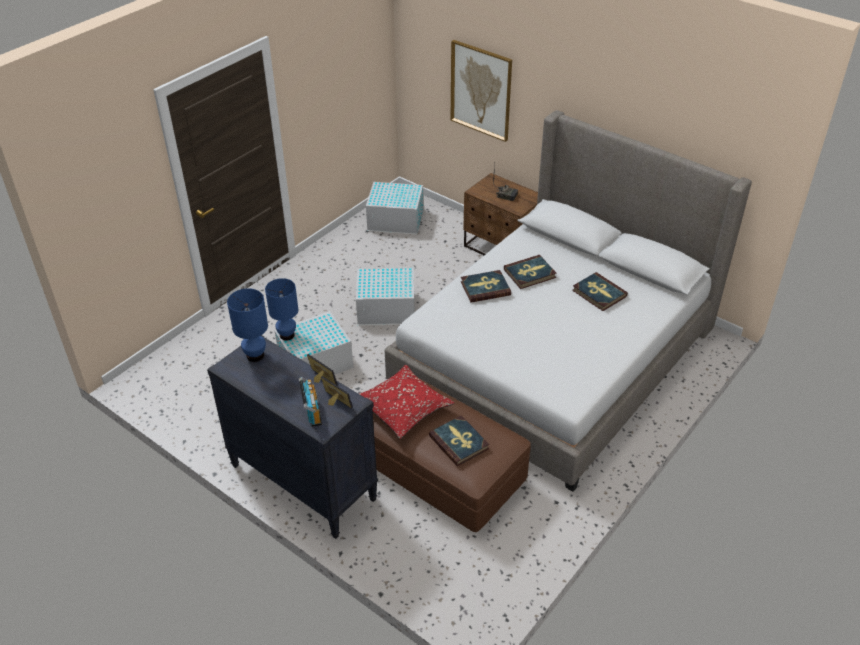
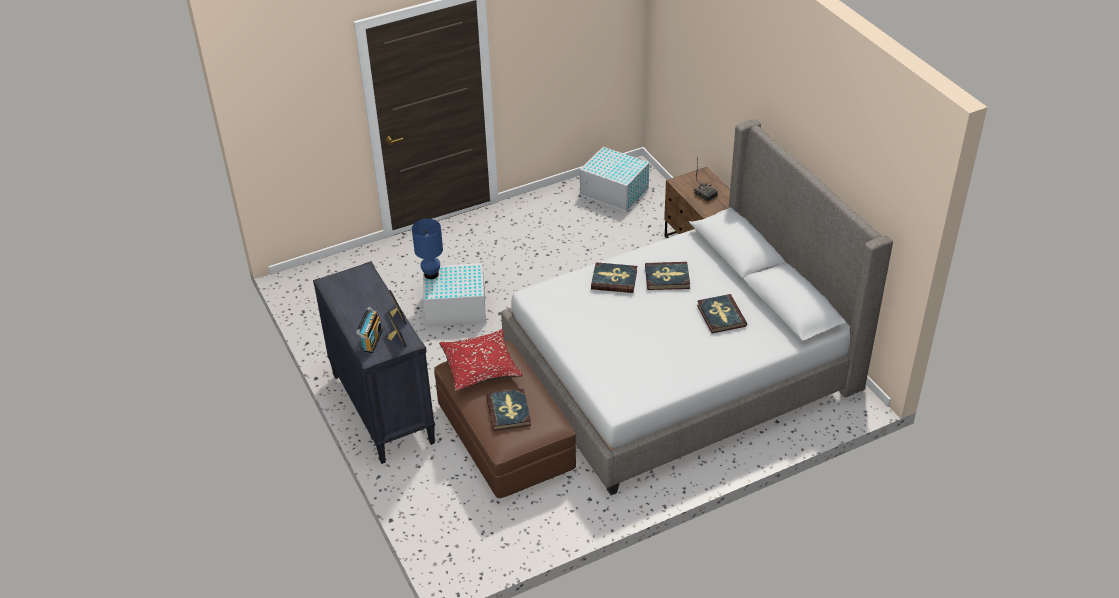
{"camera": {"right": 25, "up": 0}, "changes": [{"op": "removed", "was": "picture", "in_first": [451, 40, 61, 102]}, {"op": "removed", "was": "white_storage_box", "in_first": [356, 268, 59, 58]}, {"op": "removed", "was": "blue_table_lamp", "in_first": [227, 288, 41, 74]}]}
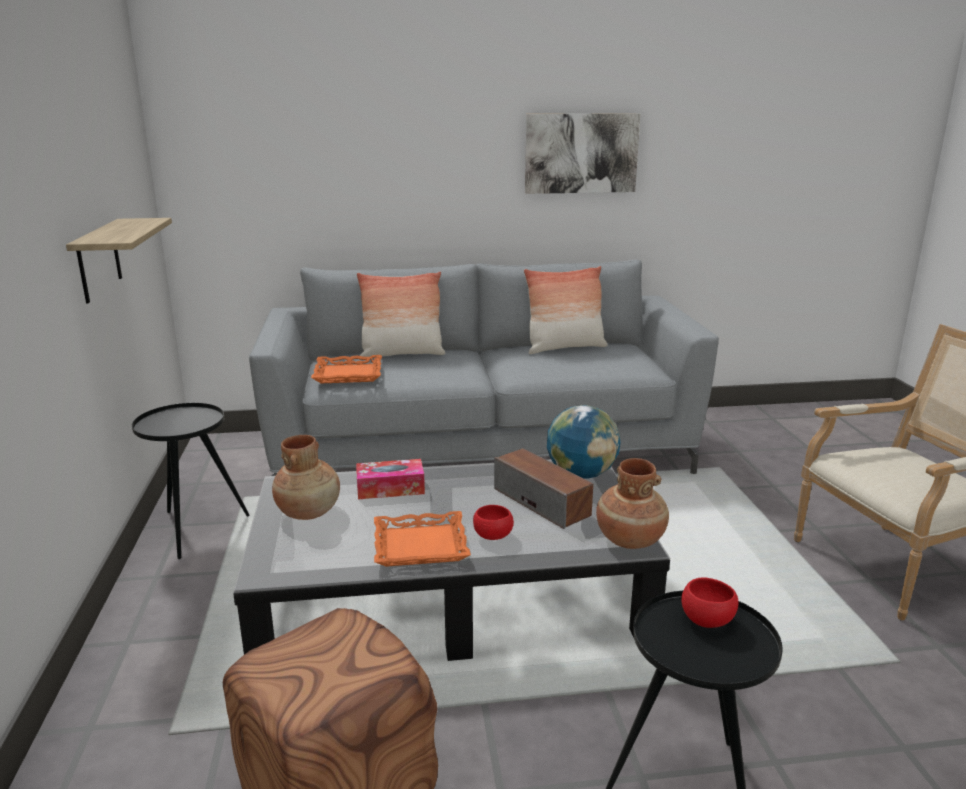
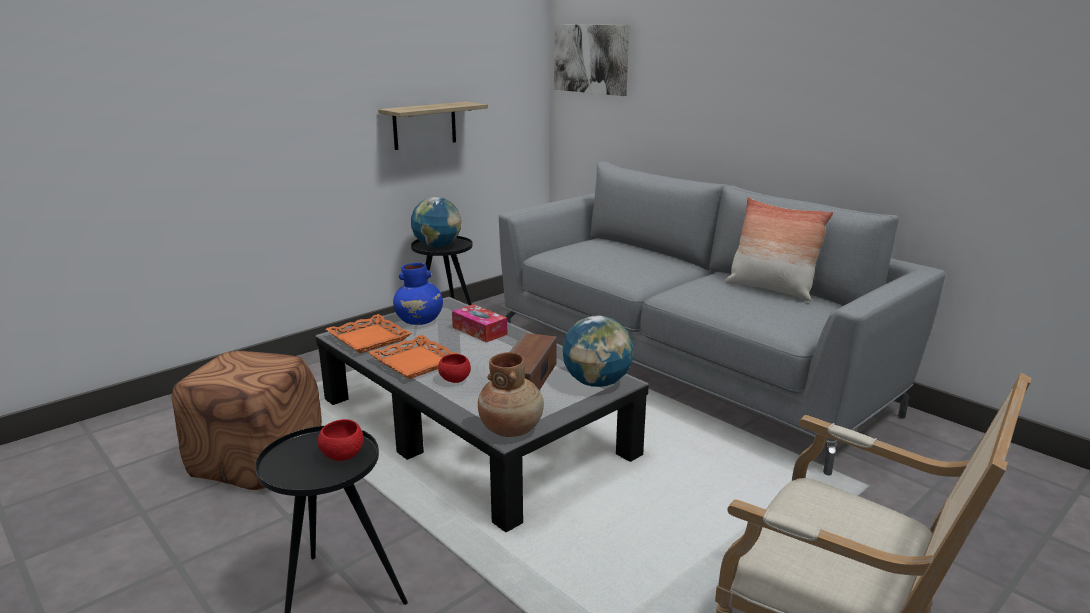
{"camera": {"right": 55, "up": 0}, "changes": [{"op": "moved", "was": "picture", "in_first": [525, 113, 116, 81], "in_second": [554, 24, 75, 72]}, {"op": "removed", "was": "pillow", "in_first": [357, 272, 88, 88]}, {"op": "moved", "was": "orange_tray", "in_first": [311, 355, 71, 28], "in_second": [326, 314, 86, 39]}, {"op": "recoloured", "was": "brown_vase", "now": "blue_vase", "in_first": [272, 435, 68, 85], "in_second": [393, 263, 50, 62]}, {"op": "added", "now": "globe", "in_second": [411, 197, 50, 51]}]}
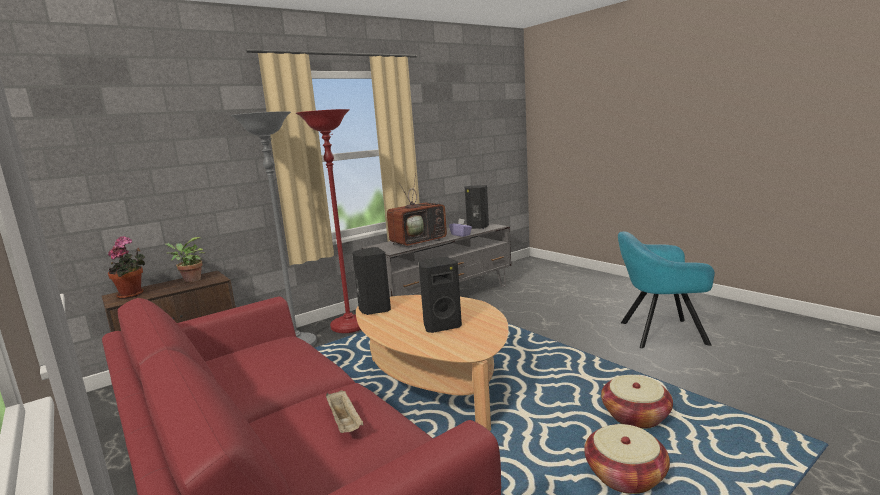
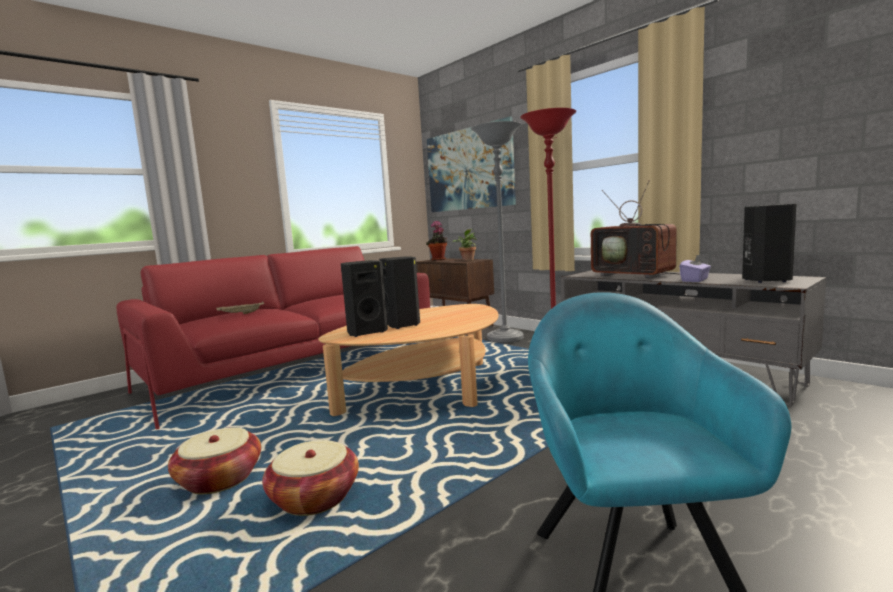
{"camera": {"right": 85, "up": -5}, "changes": [{"op": "moved", "was": "black_speaker", "in_first": [352, 247, 39, 68], "in_second": [341, 260, 47, 77]}, {"op": "added", "now": "picture", "in_second": [427, 116, 89, 96]}]}
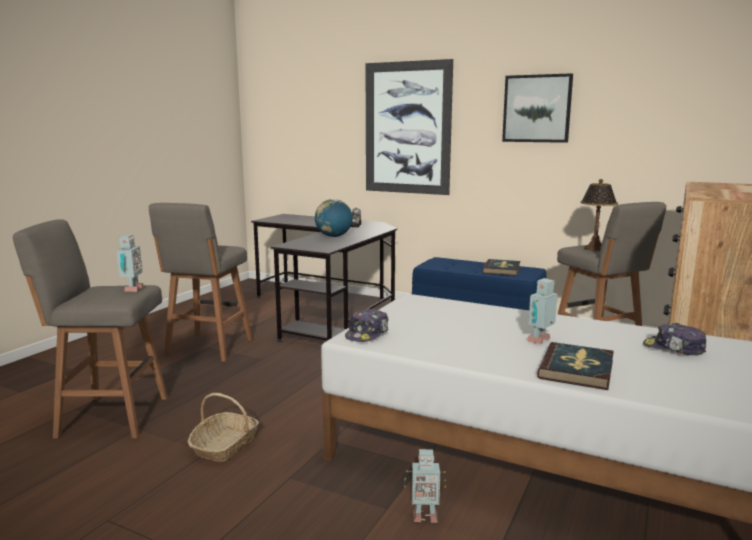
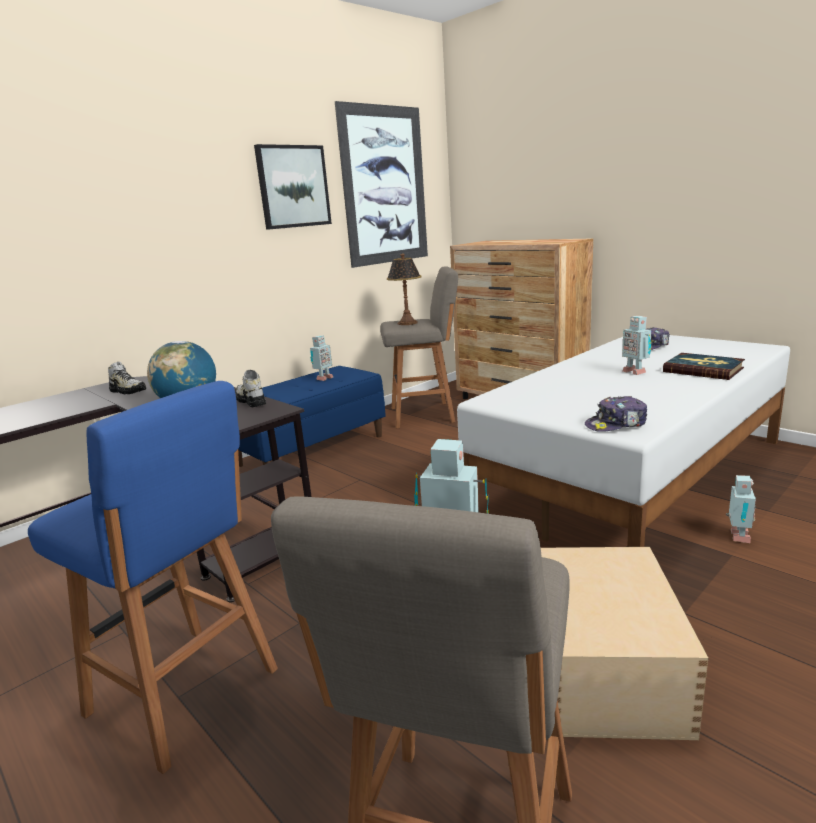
{"camera": {"right": -70, "up": 5}, "changes": [{"op": "moved", "was": "picture", "in_first": [366, 59, 87, 136], "in_second": [335, 101, 93, 167]}, {"op": "recoloured", "was": "grey_stool", "now": "blue_stool", "in_first": [149, 203, 104, 159], "in_second": [28, 381, 250, 393]}, {"op": "replaced", "was": "book", "now": "toy_robot", "in_first": [482, 259, 38, 17], "in_second": [310, 335, 23, 46]}, {"op": "turned", "was": "cap", "in_first": [345, 308, 43, 34], "in_second": [585, 396, 62, 36], "clockwise": 120}, {"op": "replaced", "was": "basket", "now": "beige_storage_box", "in_first": [188, 393, 71, 69], "in_second": [541, 547, 168, 193]}, {"op": "added", "now": "shoe", "in_second": [235, 370, 31, 37]}]}
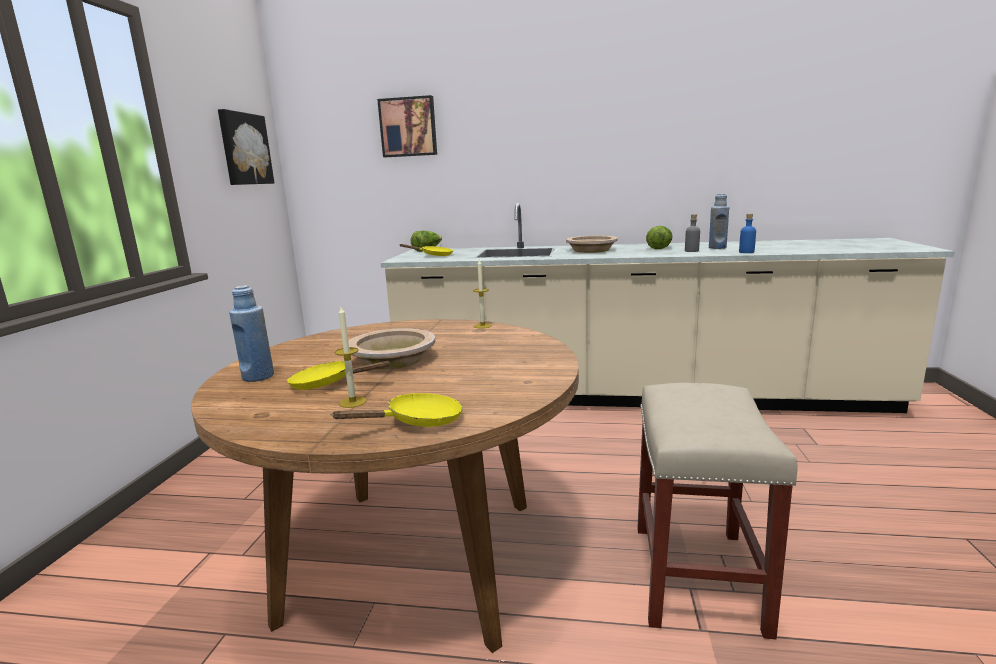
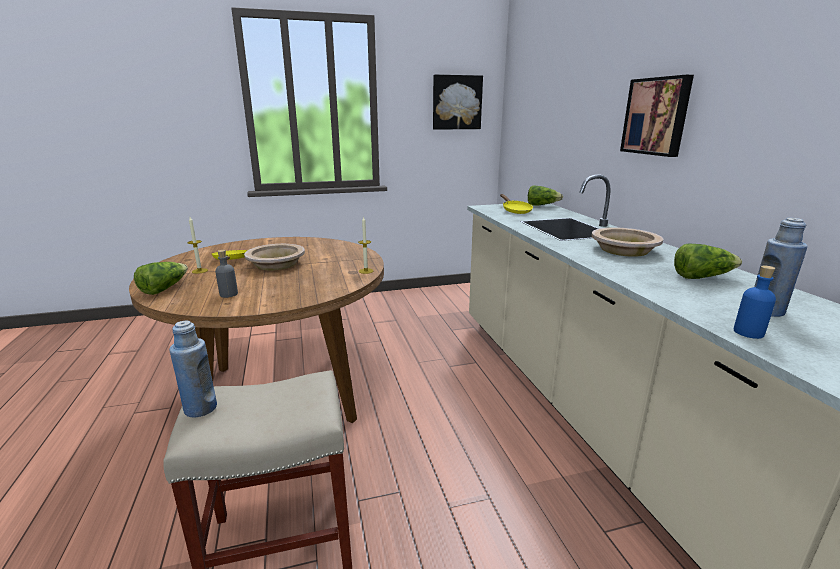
{"camera": {"right": 65, "up": 5}, "changes": [{"op": "moved", "was": "picture", "in_first": [377, 95, 60, 62], "in_second": [620, 75, 74, 82]}, {"op": "moved", "was": "grey_bottle", "in_first": [685, 214, 15, 38], "in_second": [215, 250, 23, 48]}, {"op": "moved", "was": "blue_bottle", "in_first": [229, 285, 45, 97], "in_second": [169, 321, 48, 96]}, {"op": "replaced", "was": "yellow_frying_pan", "now": "lettuce", "in_first": [330, 393, 133, 34], "in_second": [134, 262, 54, 33]}]}
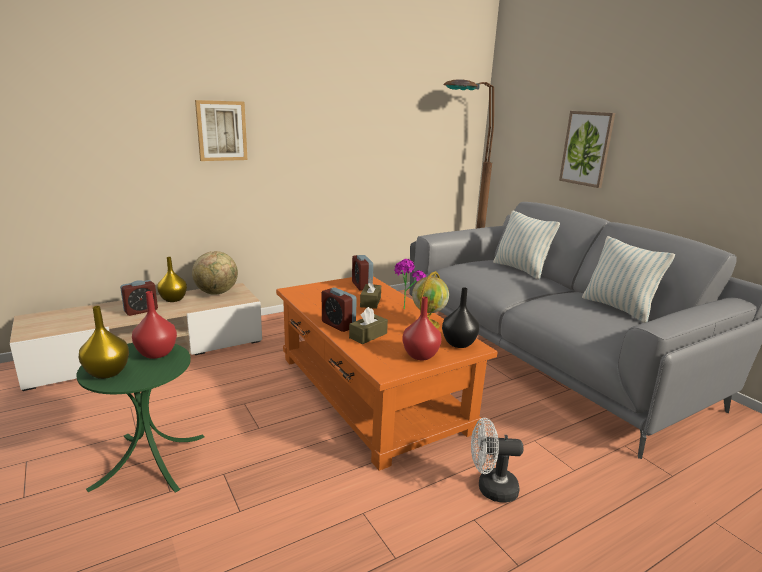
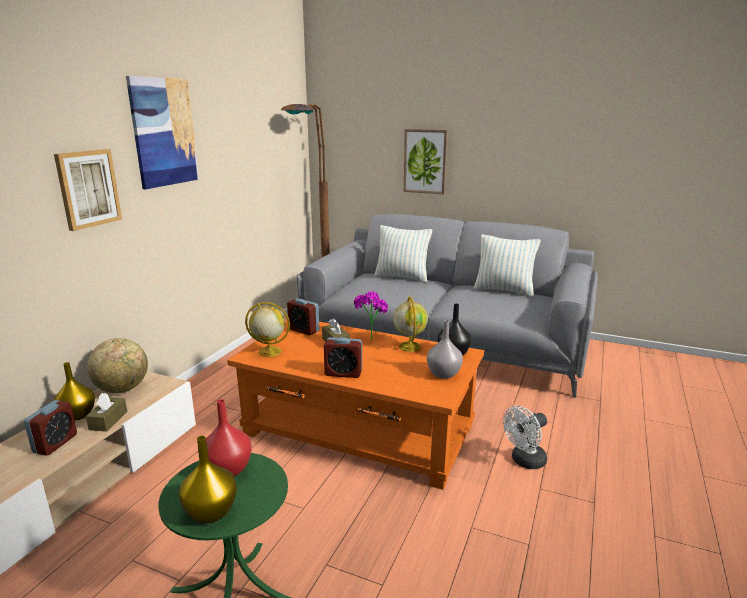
{"camera": {"right": -35, "up": 0}, "changes": [{"op": "recoloured", "was": "red_vase", "now": "grey_vase", "in_first": [402, 297, 39, 63], "in_second": [427, 320, 36, 59]}, {"op": "moved", "was": "brown_tissue_box", "in_first": [349, 307, 39, 37], "in_second": [86, 393, 41, 39]}, {"op": "added", "now": "picture", "in_second": [126, 76, 73, 113]}, {"op": "added", "now": "globe", "in_second": [245, 302, 45, 55]}]}
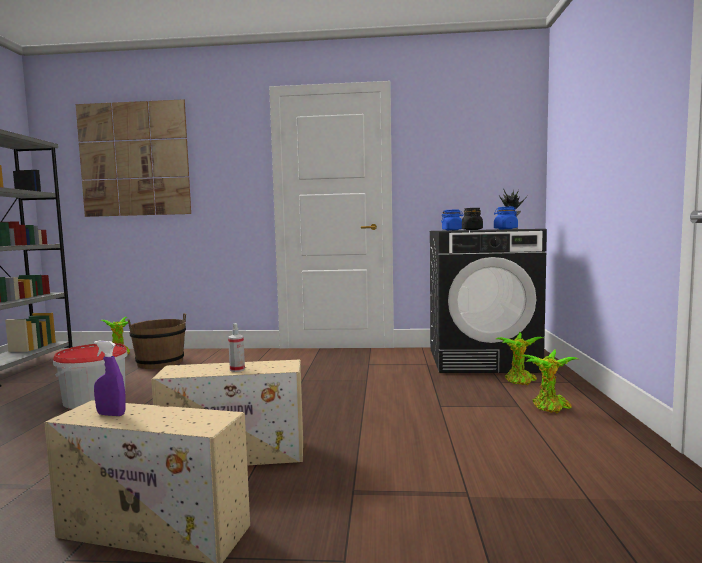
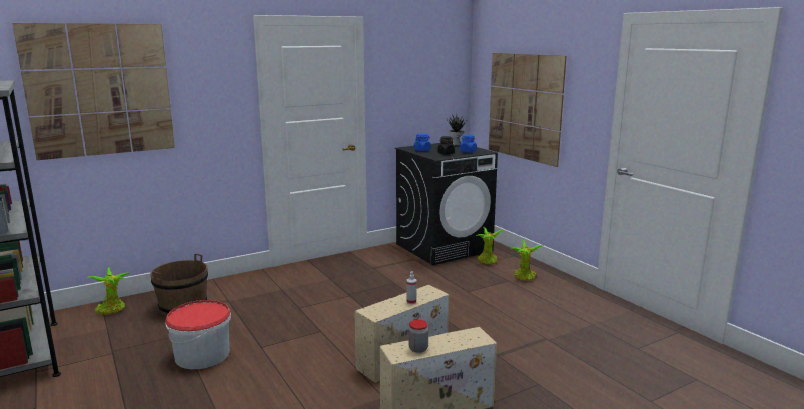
{"camera": {"right": -35, "up": 10}, "changes": [{"op": "replaced", "was": "purple_spray_bottle", "now": "jar", "in_first": [94, 341, 32, 75], "in_second": [408, 320, 20, 33]}, {"op": "added", "now": "picture", "in_second": [489, 53, 78, 114]}]}
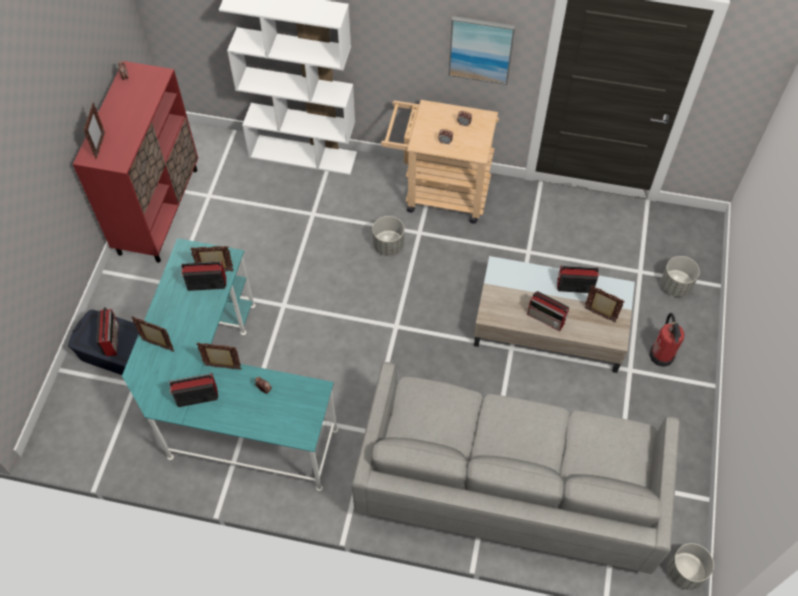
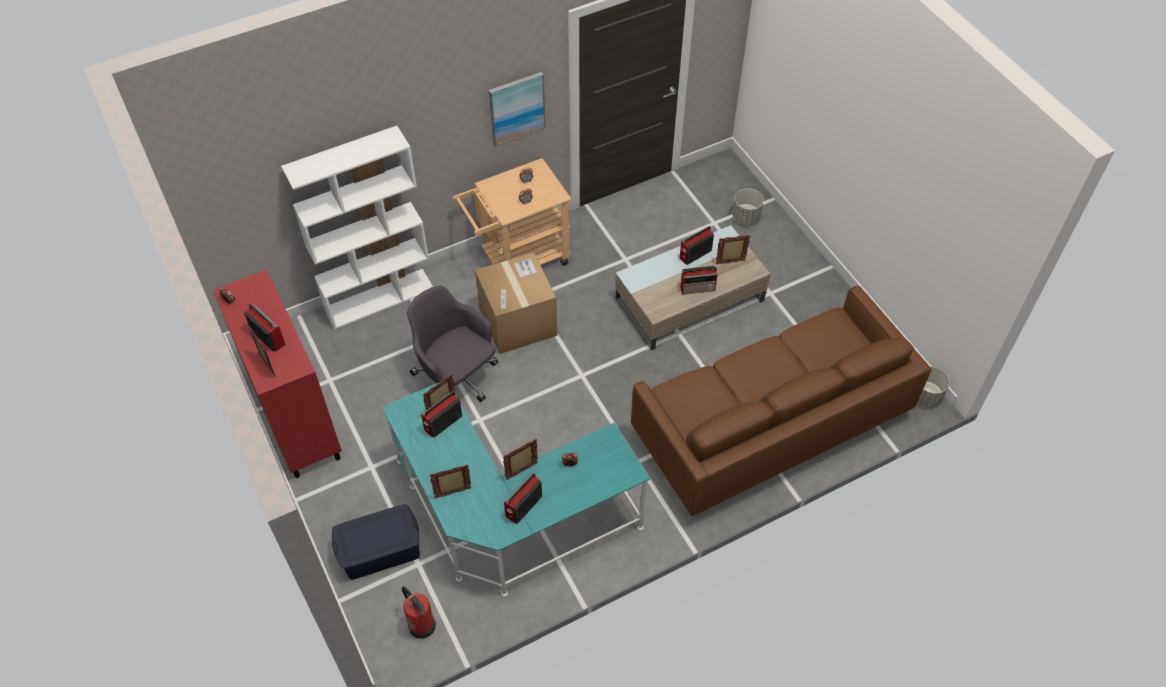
{"camera": {"right": -40, "up": -5}, "changes": [{"op": "replaced", "was": "grey_planter", "now": "cardboard_box", "in_first": [372, 216, 32, 40], "in_second": [475, 252, 83, 102]}, {"op": "moved", "was": "radio", "in_first": [96, 307, 23, 49], "in_second": [244, 304, 42, 48]}, {"op": "moved", "was": "fire_extinguisher", "in_first": [649, 313, 36, 54], "in_second": [402, 586, 34, 53]}, {"op": "recoloured", "was": "grey_sofa", "now": "brown_sofa", "in_first": [352, 362, 328, 212], "in_second": [631, 286, 301, 230]}, {"op": "added", "now": "grey_office_chair", "in_second": [407, 286, 91, 116]}]}
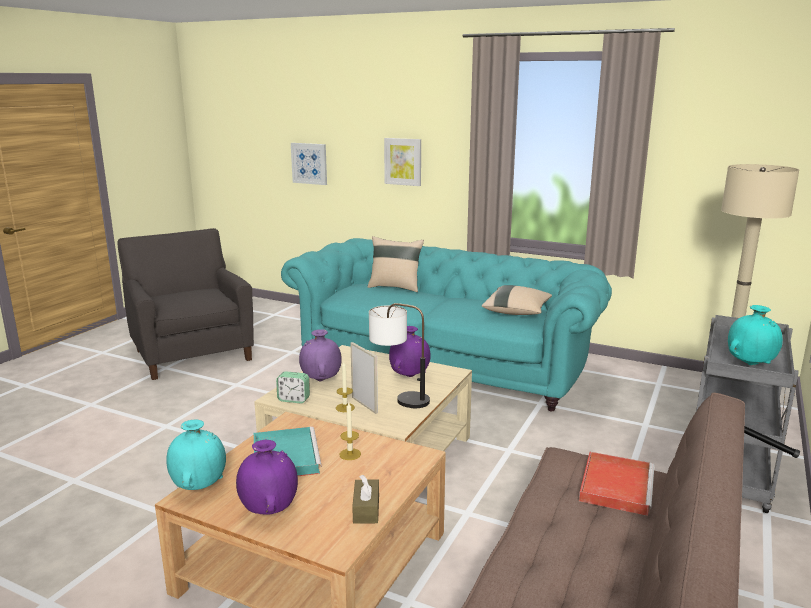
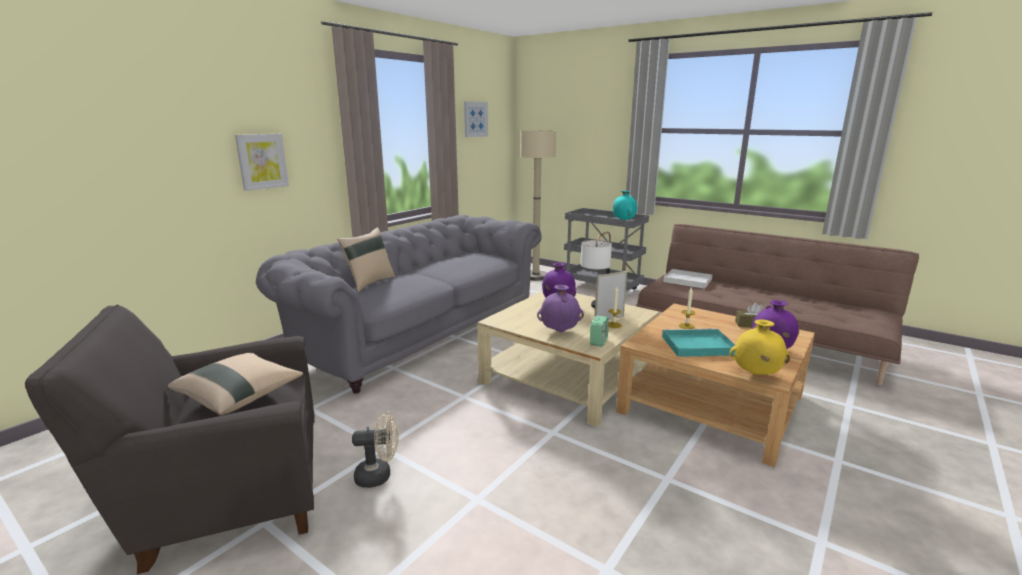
{"camera": {"right": -80, "up": 0}, "changes": [{"op": "moved", "was": "picture", "in_first": [291, 143, 36, 42], "in_second": [464, 101, 24, 36]}, {"op": "recoloured", "was": "turquoise_sofa", "now": "grey_sofa", "in_first": [281, 238, 331, 174], "in_second": [256, 215, 286, 179]}, {"op": "moved", "was": "beige_pillow", "in_first": [482, 285, 70, 30], "in_second": [168, 353, 135, 62]}, {"op": "recoloured", "was": "turquoise_vase", "now": "yellow_vase", "in_first": [166, 420, 60, 70], "in_second": [730, 319, 60, 56]}, {"op": "recoloured", "was": "red_tray", "now": "white_tray", "in_first": [579, 452, 75, 64], "in_second": [663, 269, 49, 20]}, {"op": "added", "now": "beige_fan", "in_second": [352, 412, 47, 76]}]}
